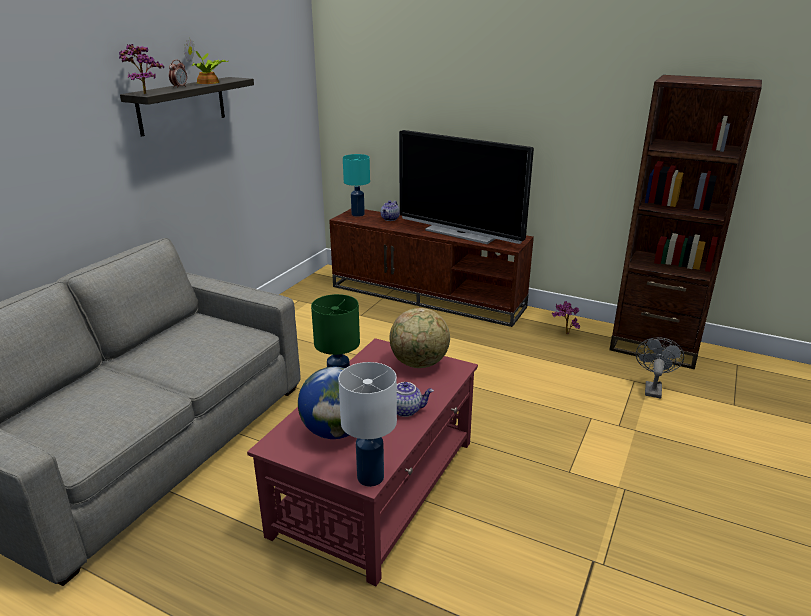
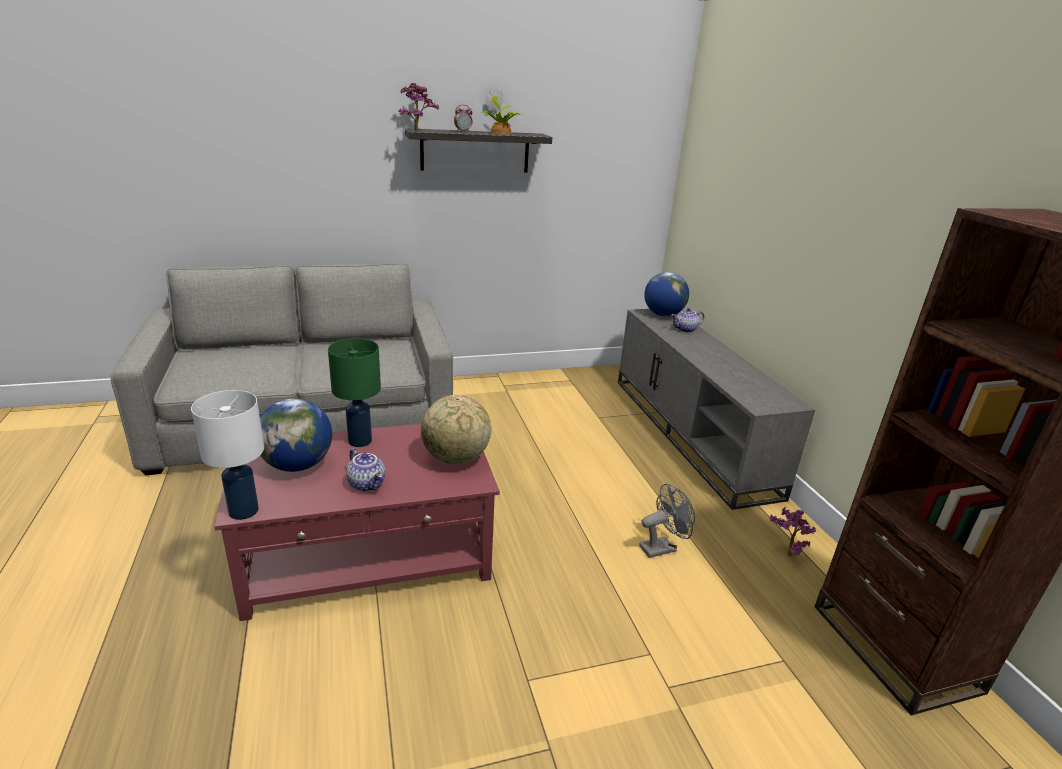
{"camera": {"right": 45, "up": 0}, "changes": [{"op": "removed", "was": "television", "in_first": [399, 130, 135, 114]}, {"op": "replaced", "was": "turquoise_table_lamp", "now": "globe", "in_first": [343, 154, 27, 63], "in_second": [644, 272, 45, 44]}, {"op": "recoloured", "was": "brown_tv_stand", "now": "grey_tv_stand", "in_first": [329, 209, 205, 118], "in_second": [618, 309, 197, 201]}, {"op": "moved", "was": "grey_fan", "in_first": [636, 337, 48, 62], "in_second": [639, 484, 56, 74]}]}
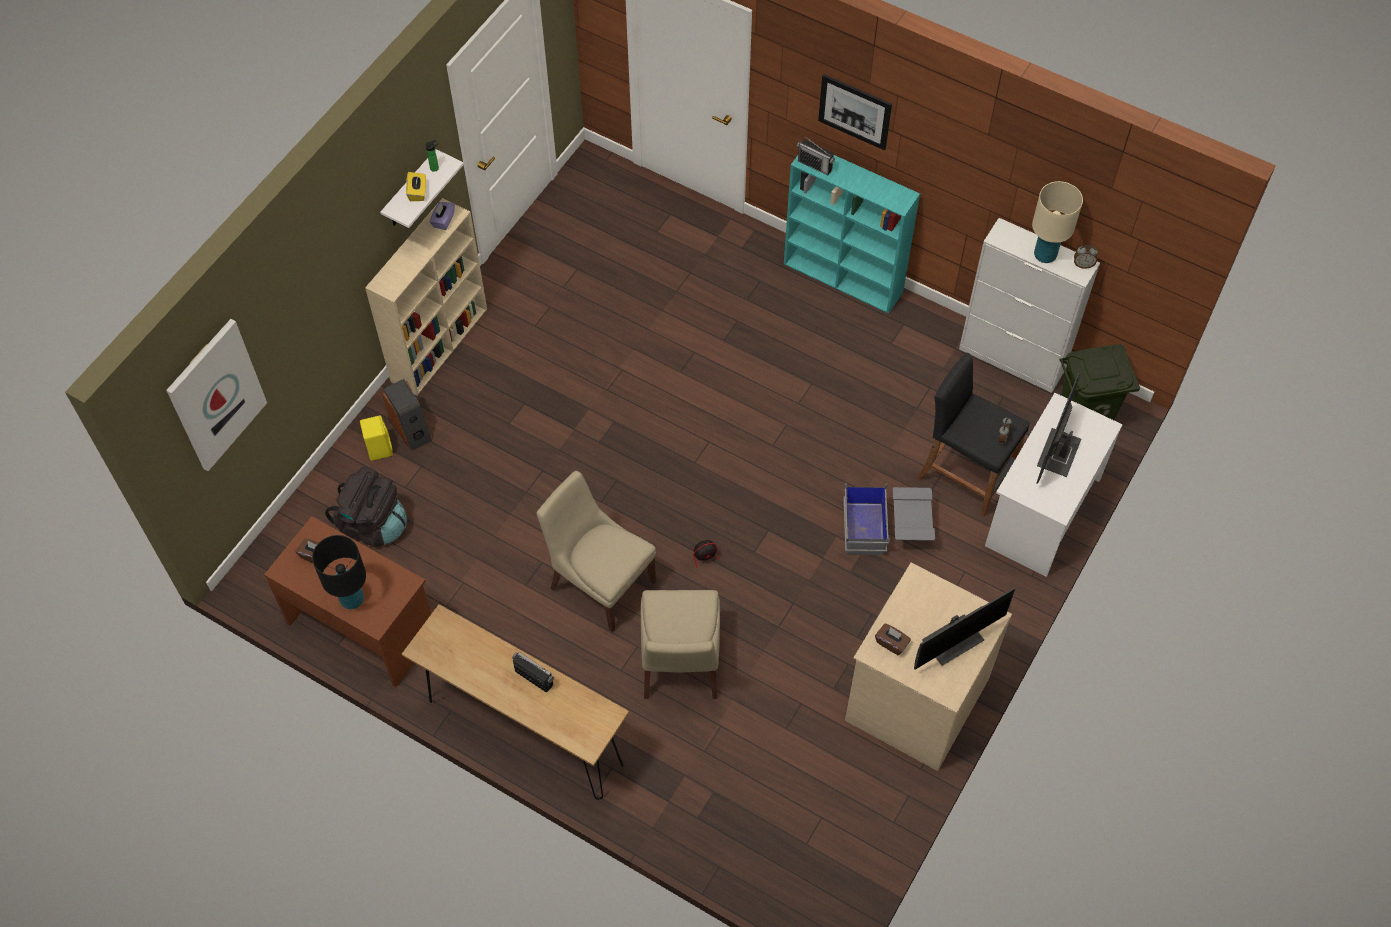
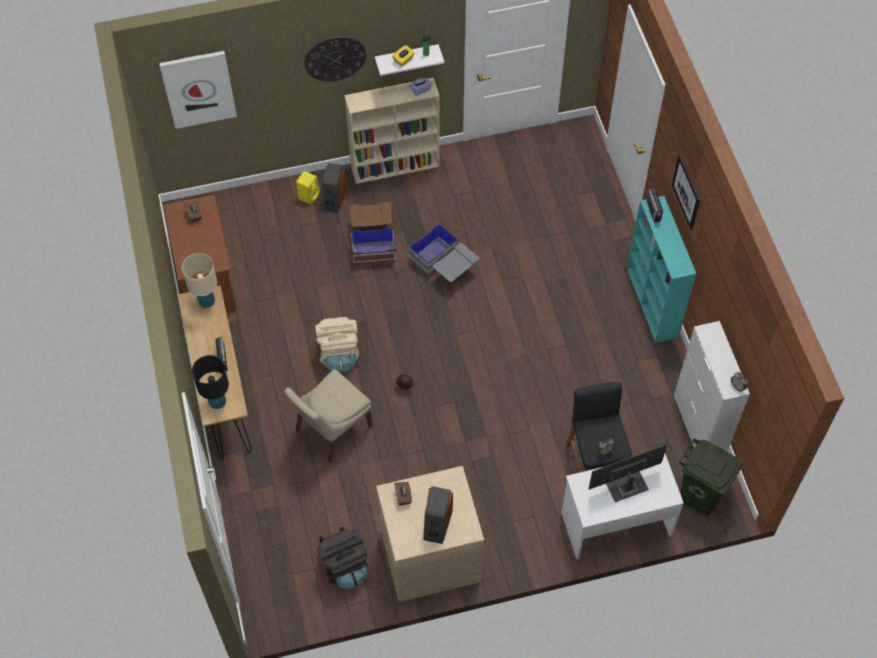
{"camera": {"right": 45, "up": 0}, "changes": [{"op": "moved", "was": "beige_table_lamp", "in_first": [1032, 181, 51, 82], "in_second": [182, 253, 35, 55]}, {"op": "moved", "was": "black_backpack", "in_first": [325, 466, 82, 80], "in_second": [317, 527, 51, 62]}, {"op": "replaced", "was": "beige_chair", "now": "beige_backpack", "in_first": [537, 471, 119, 161], "in_second": [315, 317, 44, 55]}, {"op": "moved", "was": "grey_storage_box", "in_first": [843, 483, 92, 72], "in_second": [407, 224, 72, 58]}, {"op": "moved", "was": "black_table_lamp", "in_first": [312, 535, 54, 74], "in_second": [192, 355, 37, 54]}, {"op": "replaced", "was": "monitor", "now": "speaker", "in_first": [914, 587, 102, 83], "in_second": [423, 486, 30, 58]}, {"op": "added", "now": "wall_clock", "in_second": [304, 36, 62, 46]}, {"op": "added", "now": "brown_storage_box", "in_second": [350, 202, 46, 64]}]}
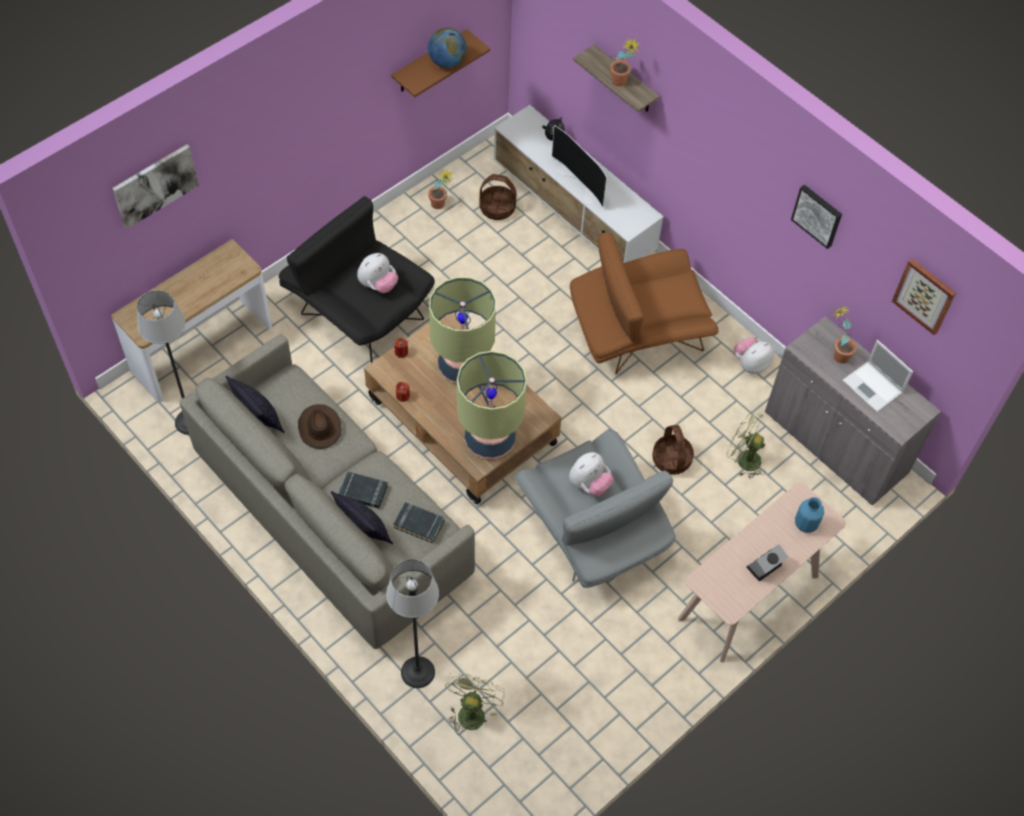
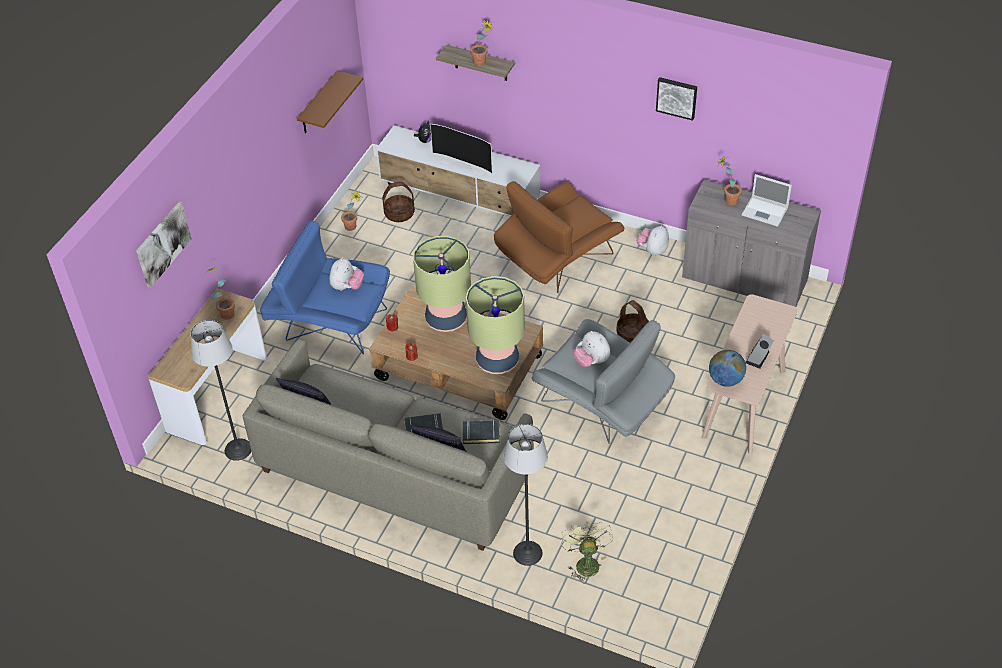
{"camera": {"right": -20, "up": -10}, "changes": [{"op": "moved", "was": "globe", "in_first": [428, 28, 39, 40], "in_second": [709, 350, 37, 37]}, {"op": "recoloured", "was": "black_armchair", "now": "blue_armchair", "in_first": [279, 196, 156, 167], "in_second": [260, 221, 130, 133]}, {"op": "removed", "was": "picture", "in_first": [892, 259, 64, 76]}, {"op": "removed", "was": "brown_hat", "in_first": [298, 404, 44, 45]}, {"op": "removed", "was": "green_fan", "in_first": [727, 411, 39, 68]}, {"op": "turned", "was": "plush_toy", "in_first": [569, 452, 45, 44], "in_second": [574, 331, 36, 36], "clockwise": 120}, {"op": "removed", "was": "blue_vase", "in_first": [795, 497, 29, 36]}, {"op": "added", "now": "potted_plant", "in_second": [207, 266, 28, 54]}]}
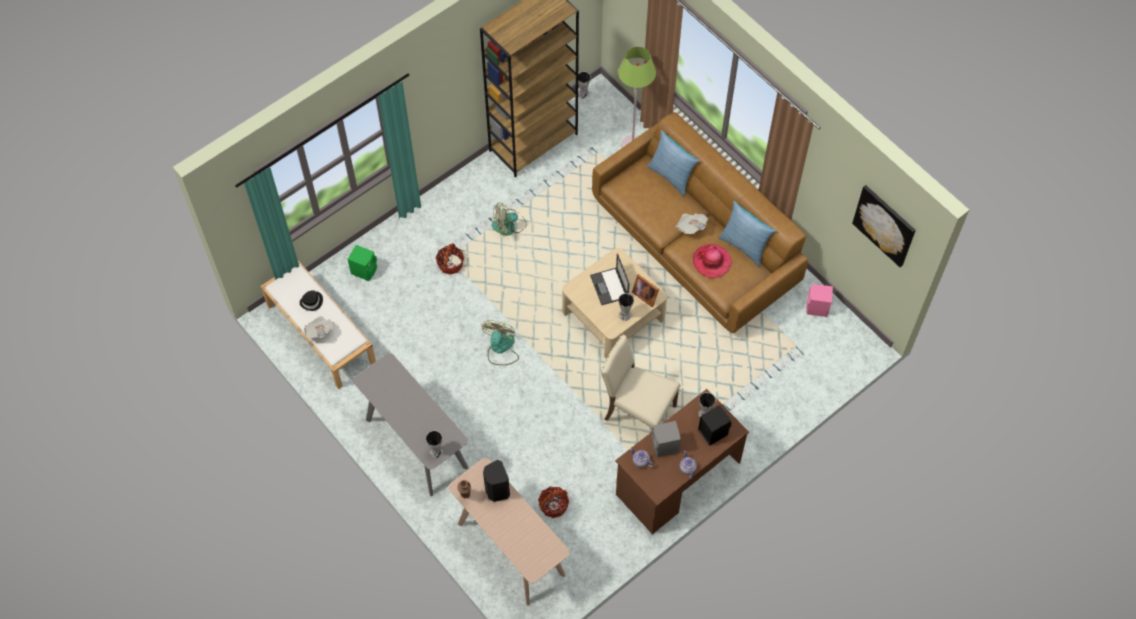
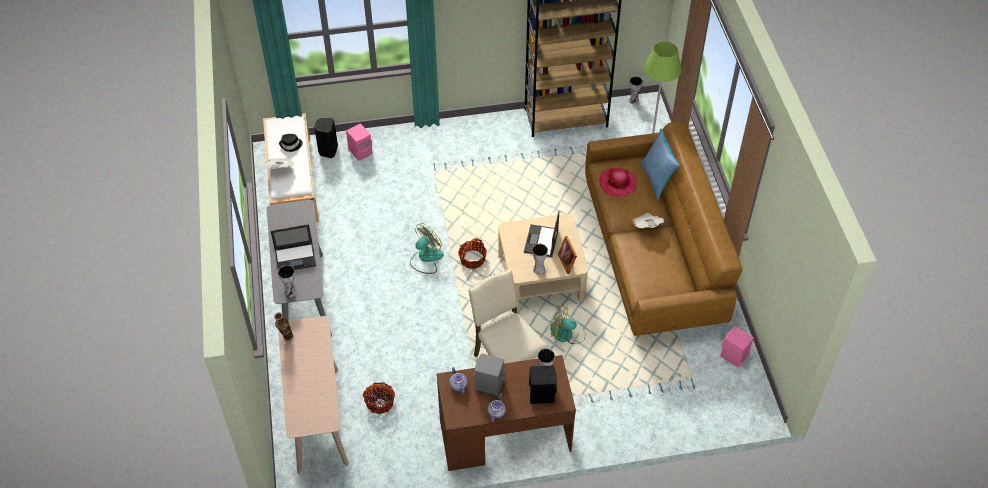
{"camera": {"right": 30, "up": -10}, "changes": [{"op": "removed", "was": "picture", "in_first": [852, 185, 64, 82]}, {"op": "removed", "was": "pillow", "in_first": [718, 201, 58, 66]}, {"op": "moved", "was": "fan", "in_first": [492, 202, 35, 34], "in_second": [550, 304, 35, 40]}, {"op": "moved", "was": "basket", "in_first": [436, 243, 28, 32], "in_second": [458, 238, 29, 31]}, {"op": "moved", "was": "hat", "in_first": [693, 244, 39, 34], "in_second": [599, 168, 38, 29]}, {"op": "recoloured", "was": "green_speaker", "now": "pink_speaker", "in_first": [347, 245, 30, 36], "in_second": [346, 123, 27, 38]}, {"op": "moved", "was": "black_speaker", "in_first": [483, 460, 27, 42], "in_second": [314, 118, 24, 40]}, {"op": "added", "now": "laptop", "in_second": [271, 224, 45, 46]}]}
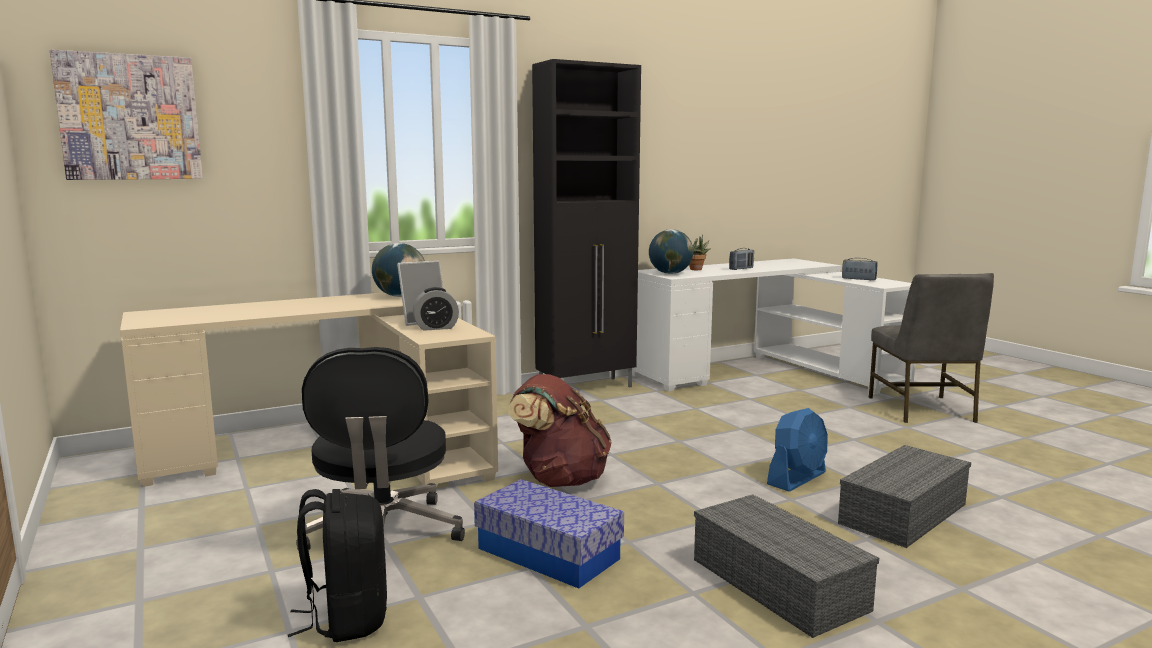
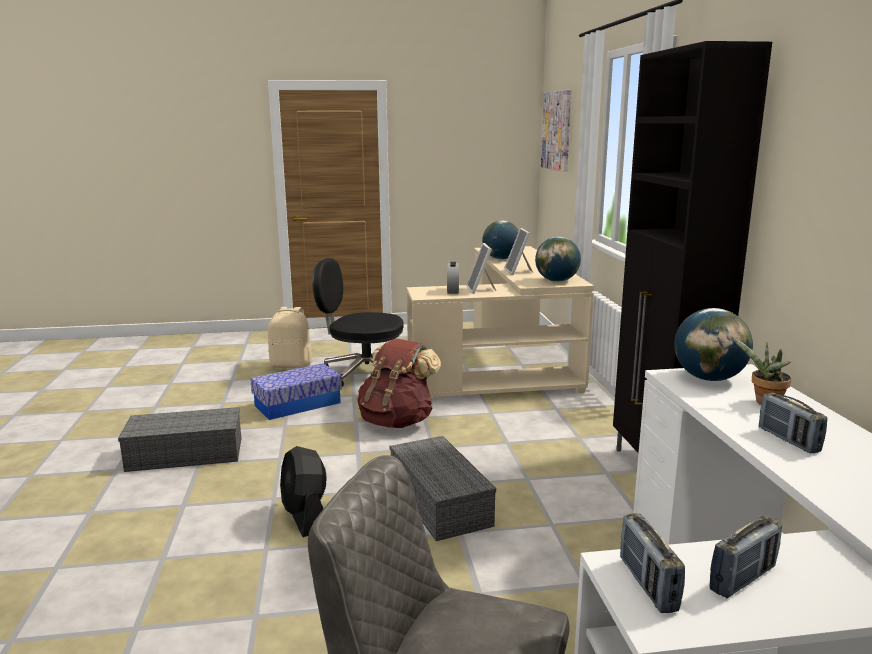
{"camera": {"right": 110, "up": 5}, "changes": [{"op": "recoloured", "was": "blue_fan", "now": "black_fan", "in_first": [767, 408, 61, 84], "in_second": [280, 446, 47, 91]}, {"op": "moved", "was": "grey_storage_box", "in_first": [838, 445, 133, 103], "in_second": [390, 436, 106, 105]}, {"op": "recoloured", "was": "black_backpack", "now": "beige_backpack", "in_first": [287, 489, 100, 153], "in_second": [268, 307, 45, 61]}, {"op": "added", "now": "globe", "in_second": [482, 221, 37, 38]}, {"op": "added", "now": "picture_frame", "in_second": [504, 228, 29, 47]}, {"op": "added", "now": "radio", "in_second": [620, 513, 65, 100]}]}
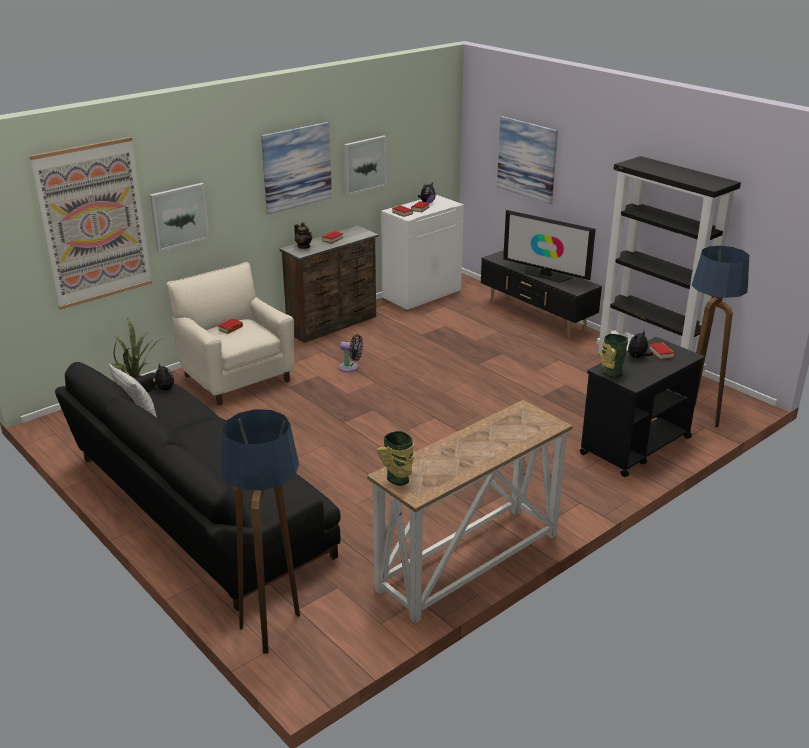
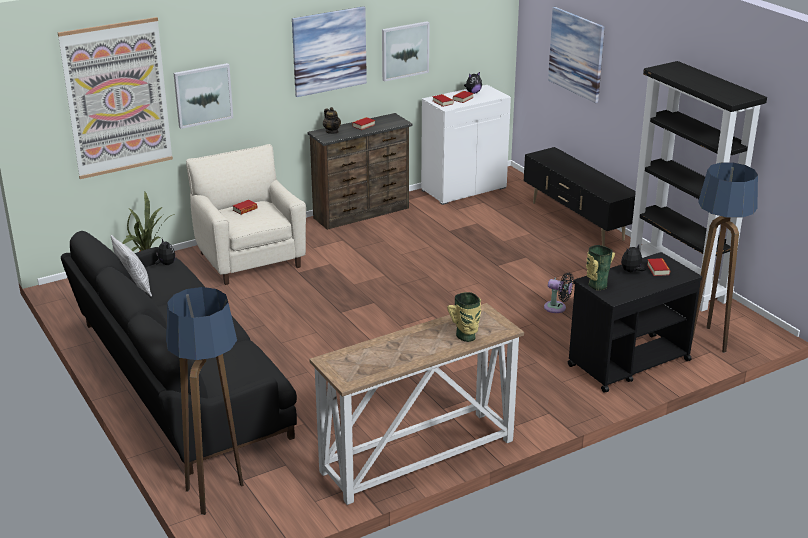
{"camera": {"right": 10, "up": 0}, "changes": [{"op": "removed", "was": "television", "in_first": [503, 210, 93, 72]}, {"op": "moved", "was": "black_fan", "in_first": [339, 334, 24, 38], "in_second": [544, 273, 30, 40]}, {"op": "moved", "was": "vase", "in_first": [377, 431, 37, 55], "in_second": [447, 292, 34, 50]}]}
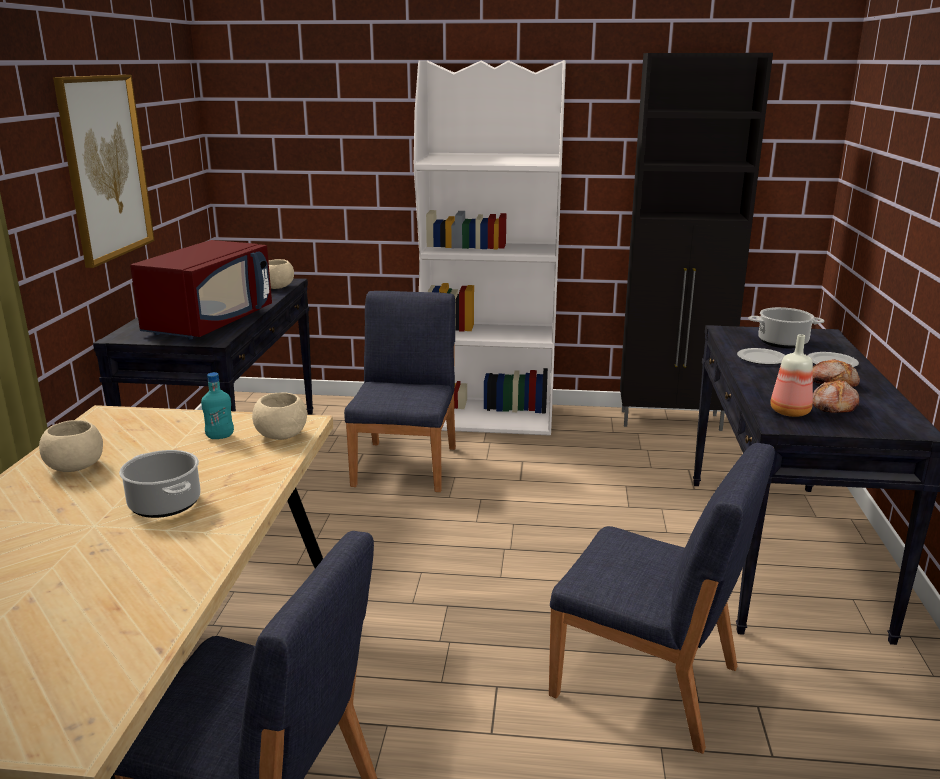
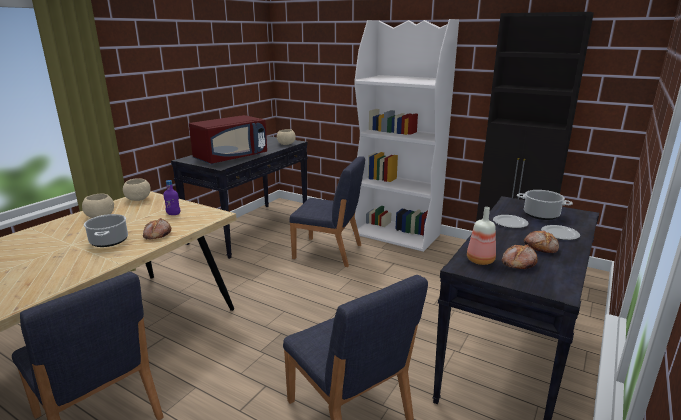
{"camera": {"right": 25, "up": 0}, "changes": [{"op": "removed", "was": "picture", "in_first": [53, 75, 102, 193]}, {"op": "turned", "was": "blue_chair", "in_first": [344, 291, 112, 201], "in_second": [289, 156, 76, 111], "clockwise": 75}, {"op": "recoloured", "was": "turquoise_bottle", "now": "purple_bottle", "in_first": [201, 372, 33, 67], "in_second": [163, 180, 17, 35]}, {"op": "moved", "was": "beige_bowl", "in_first": [252, 392, 55, 48], "in_second": [123, 178, 28, 23]}, {"op": "added", "now": "bread", "in_second": [143, 218, 28, 21]}]}
